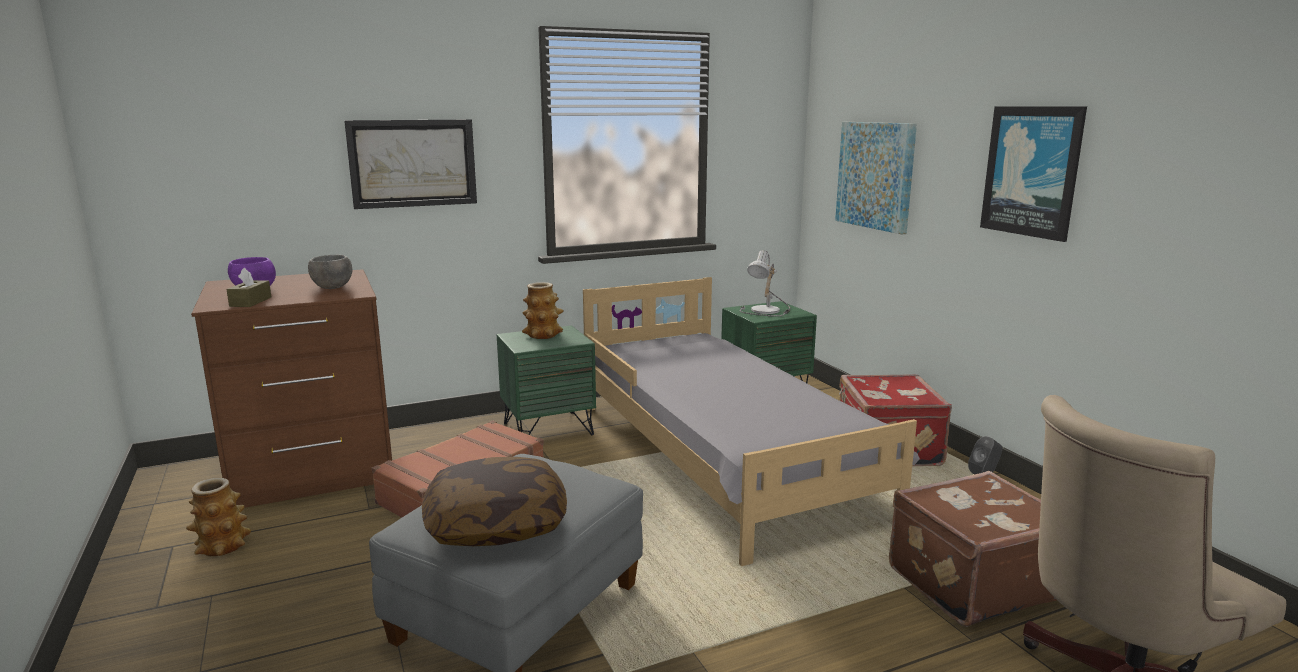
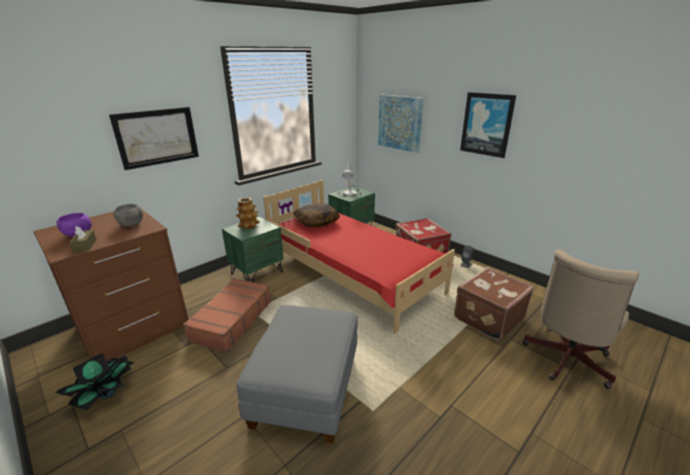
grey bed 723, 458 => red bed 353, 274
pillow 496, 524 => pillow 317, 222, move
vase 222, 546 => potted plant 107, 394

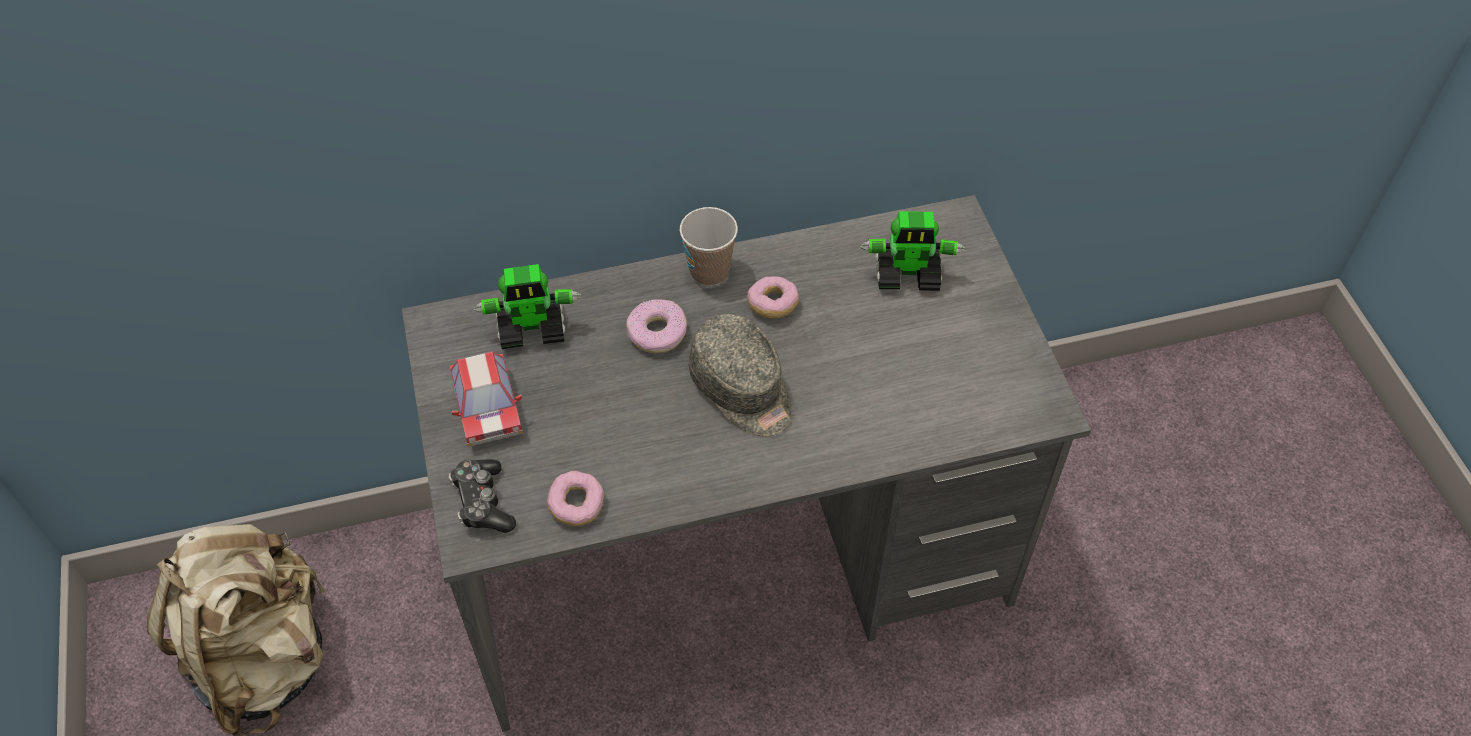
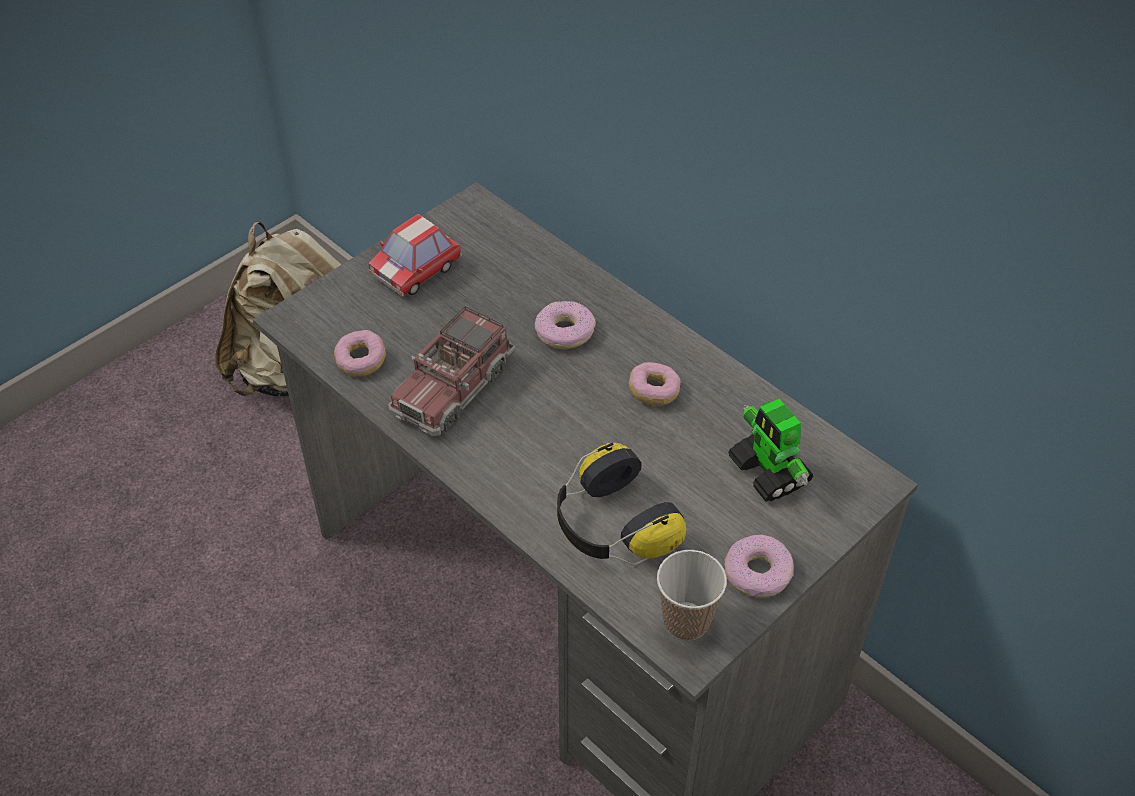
cup 709, 272 => cup 686, 621, move
toy robot 532, 328 => nothing
grey cap 743, 390 => nothing
game controller 483, 502 => nothing
nothing => toy truck 453, 388
nothing => headphones 611, 526
nothing => donut 758, 573

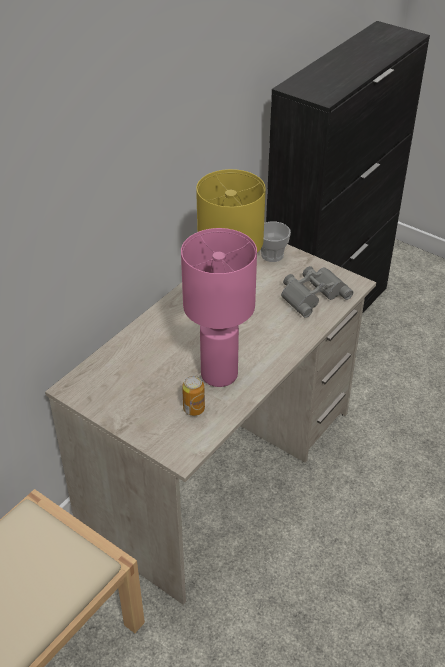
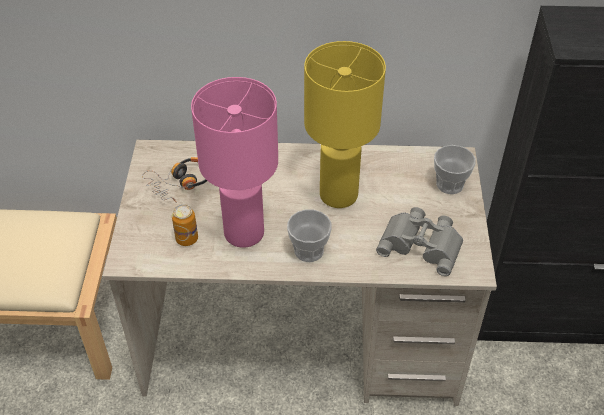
nothing => headphones 180, 183
nothing => cup 309, 250

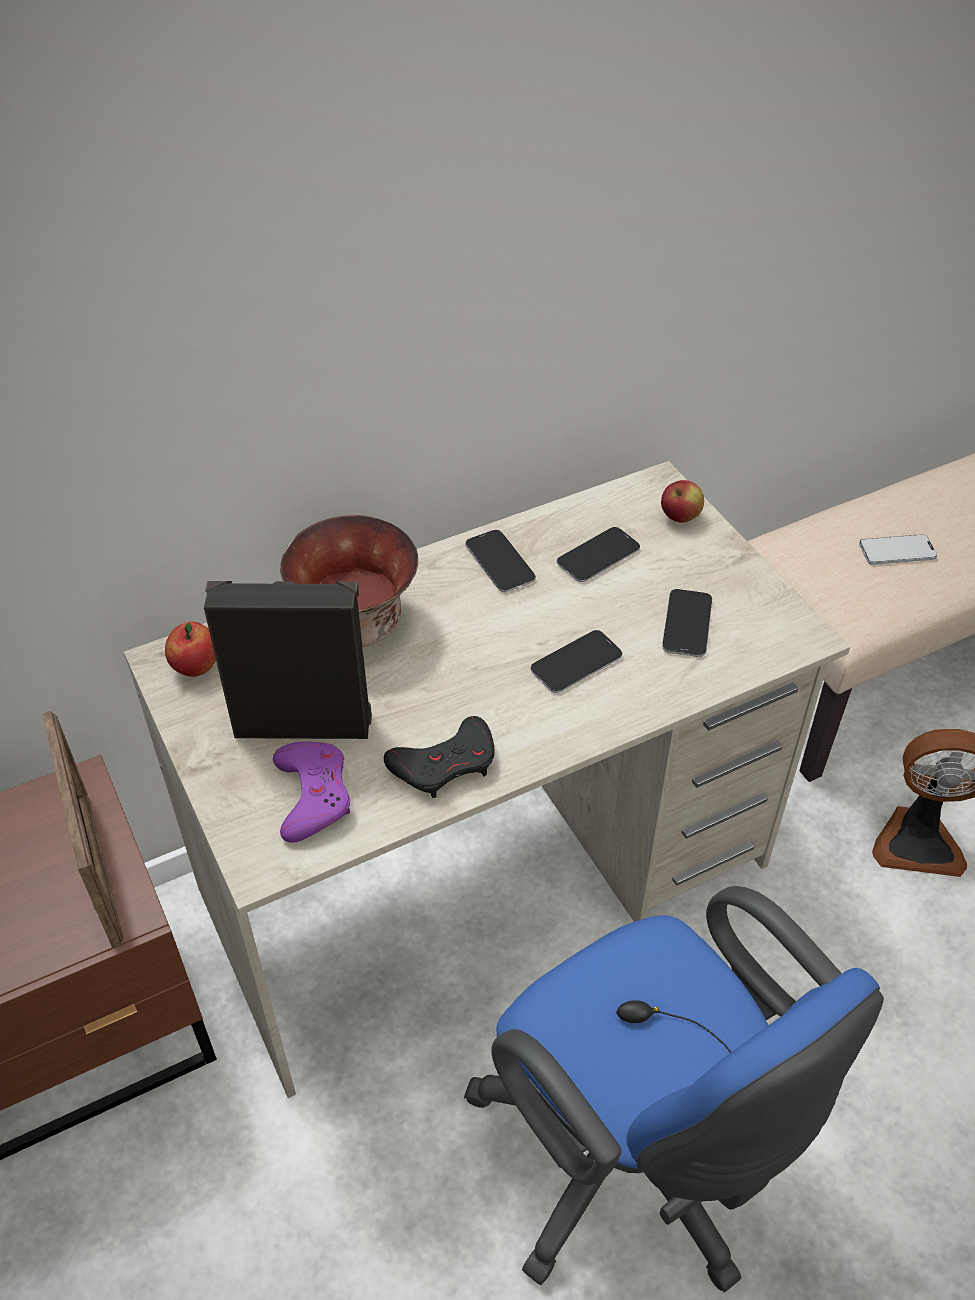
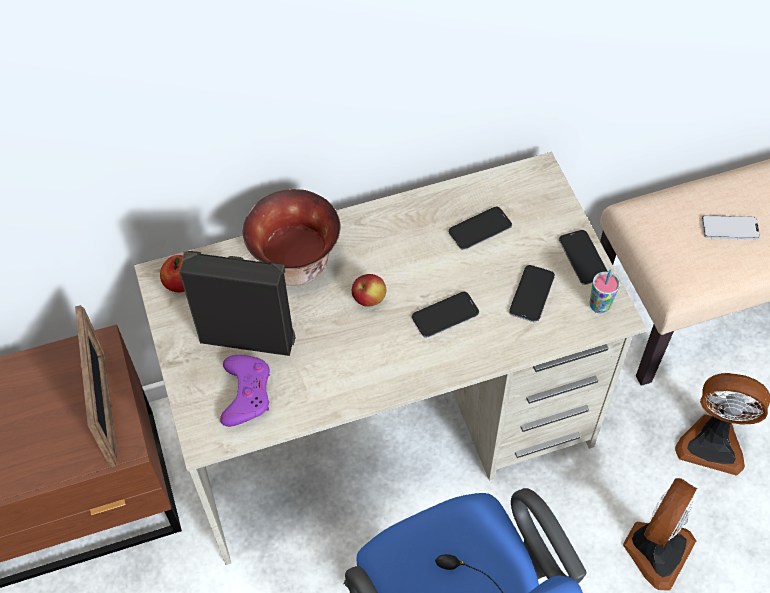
apple 680, 517 => apple 369, 299, move
phone 500, 562 => phone 583, 258, move
black game controller 445, 764 => nothing
nothing => cup 599, 306
nothing => fan 655, 549

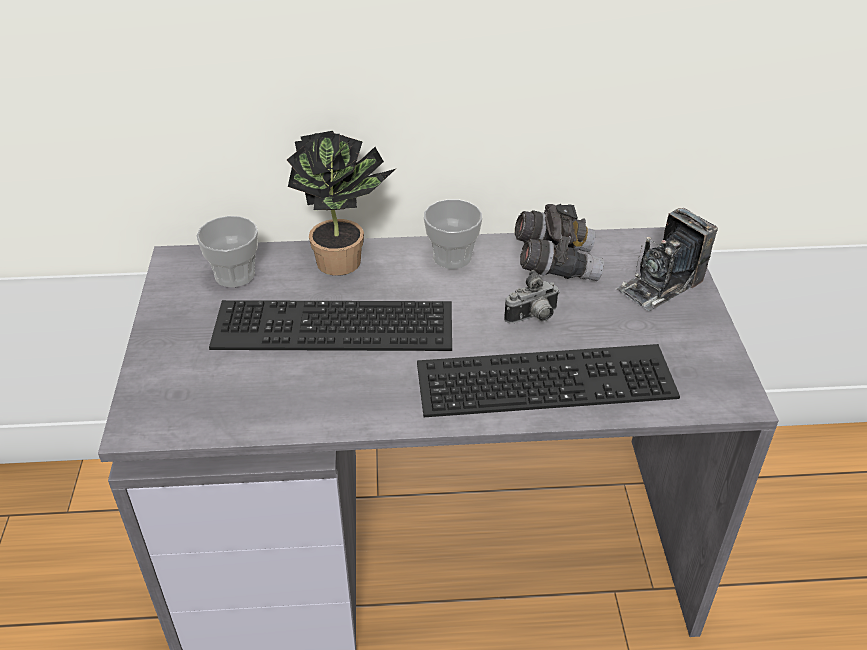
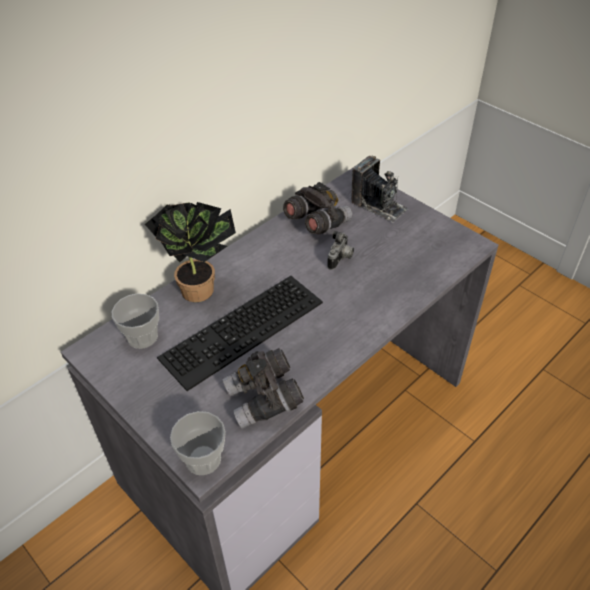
cup 452, 257 => cup 203, 459, move
photo camera 660, 285 => photo camera 379, 205, 60 degrees counterclockwise
keyboard 547, 376 => nothing
nothing => grey binoculars 264, 399

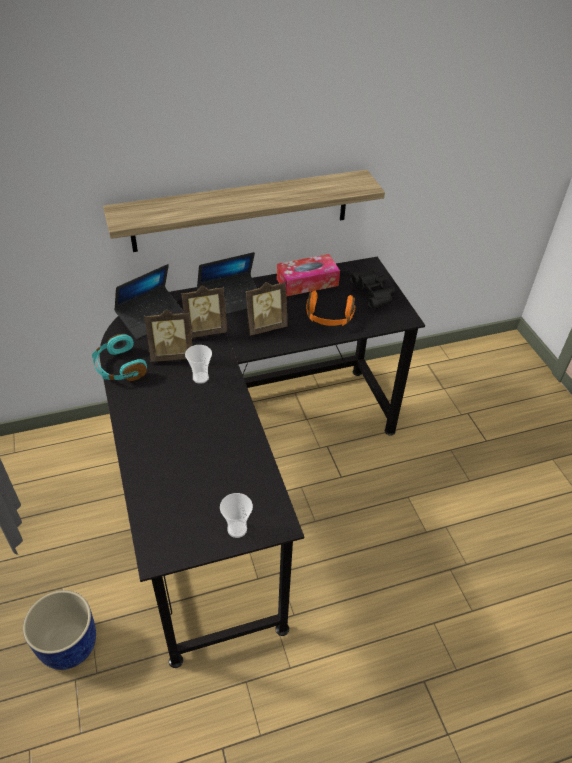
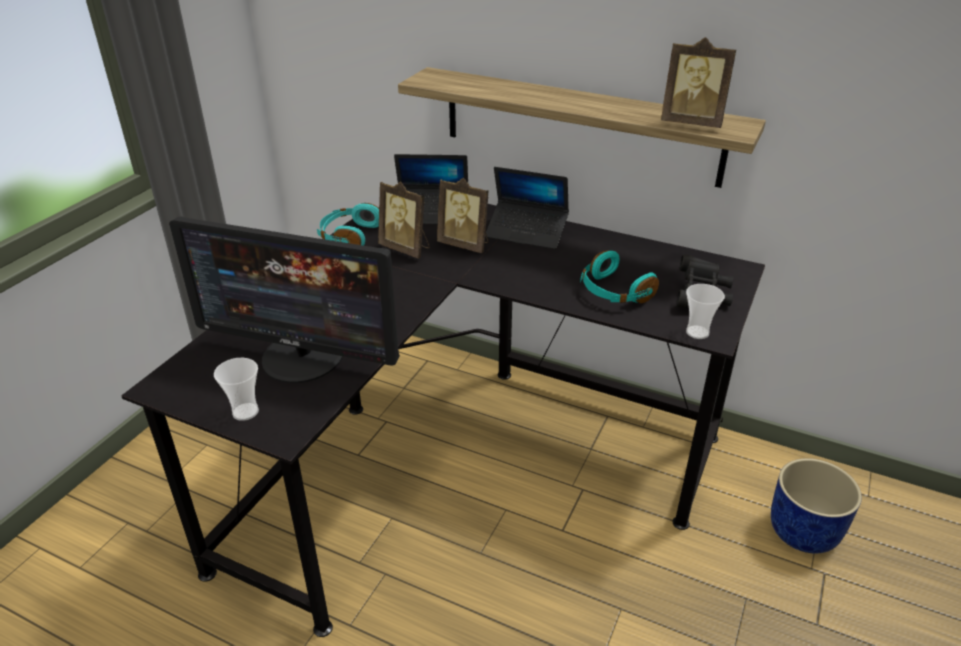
tissue box 307, 282 => nothing
picture frame 265, 326 => picture frame 692, 122, move
orange headphones 329, 317 => turquoise headphones 613, 292
cup 200, 378 => cup 697, 332, move
blue planter 69, 645 => blue planter 804, 532, move
nothing => monitor 302, 357

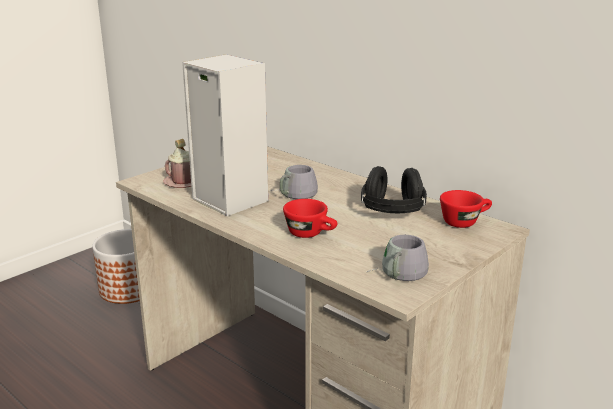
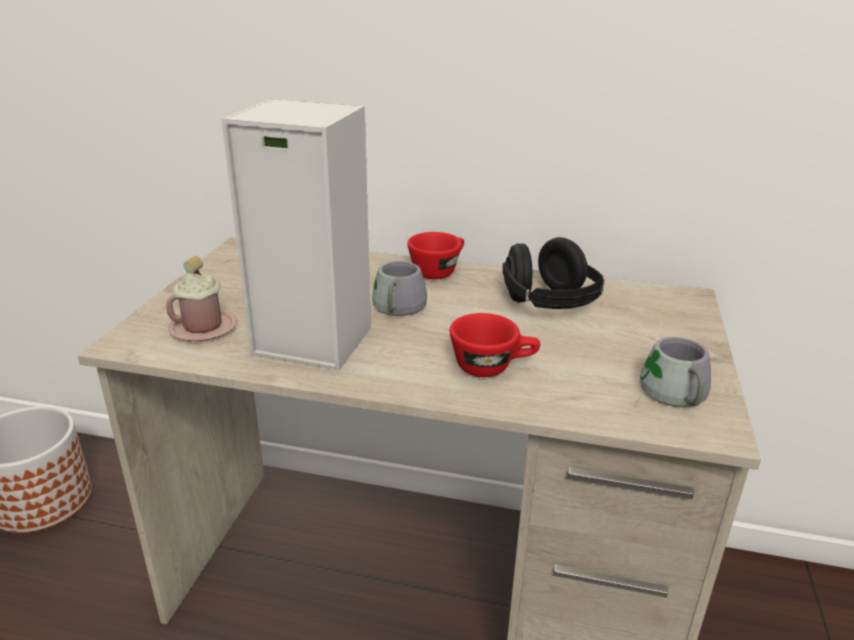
red cup 464, 222 => red cup 438, 270, move

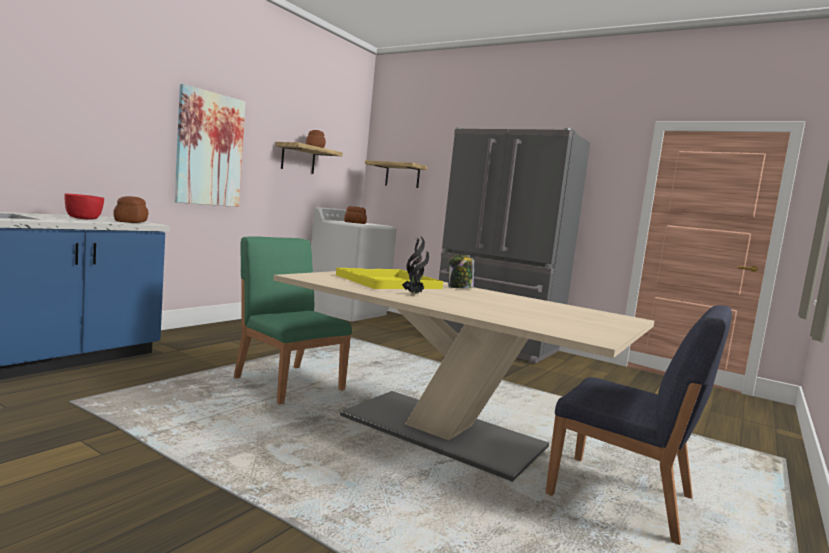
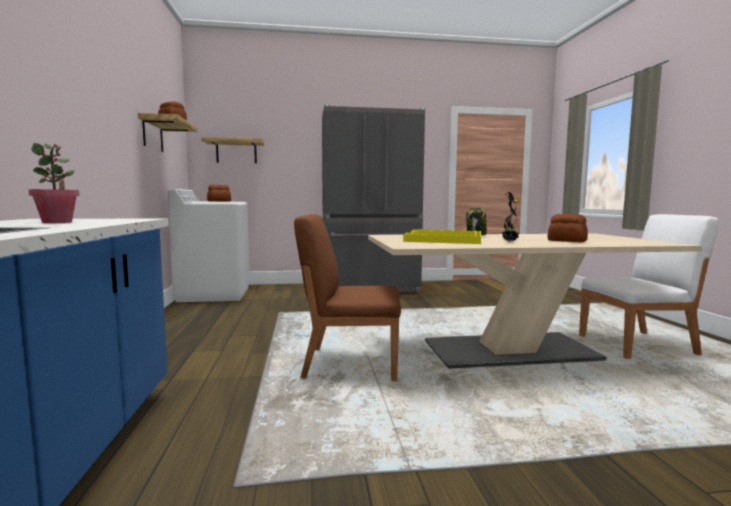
picture 210, 149 => nothing
red bowl 84, 219 => potted plant 57, 222
bread 130, 222 => bread 567, 241, move
green chair 288, 383 => brown chair 350, 363
blue chair 622, 497 => white chair 638, 345

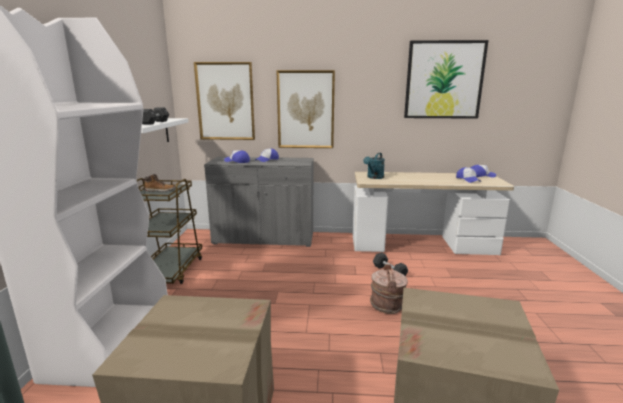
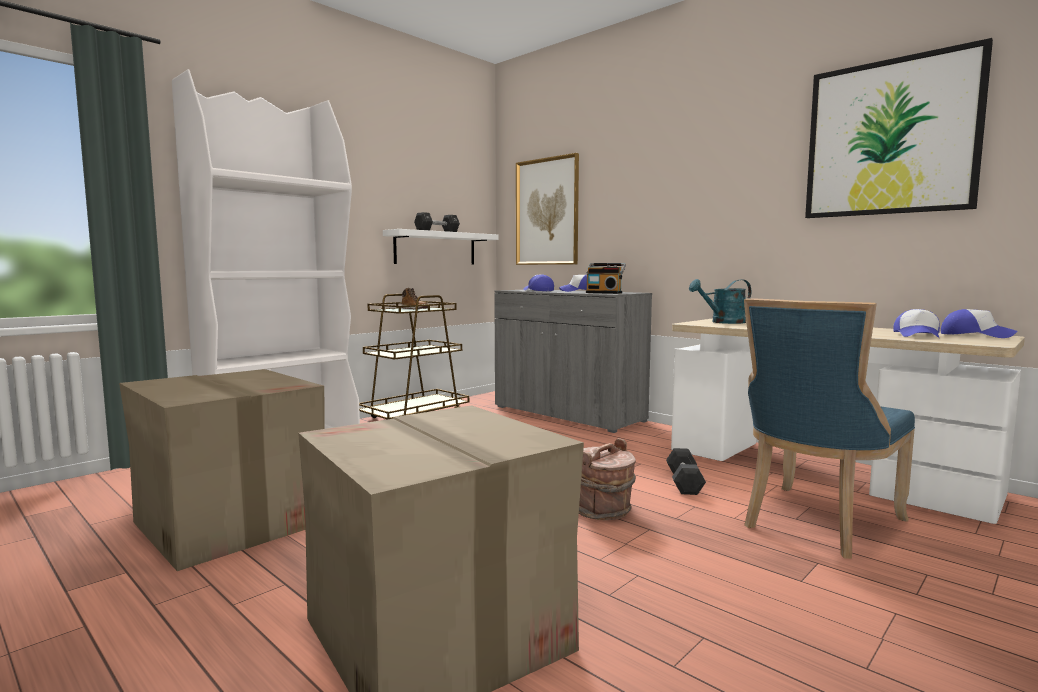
picture 305, 110 => nothing
nothing => radio 604, 293
nothing => blue chair 816, 523

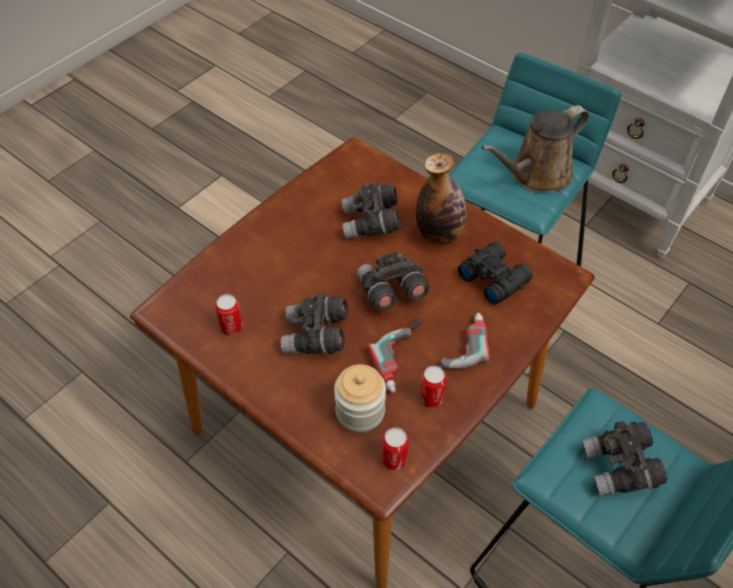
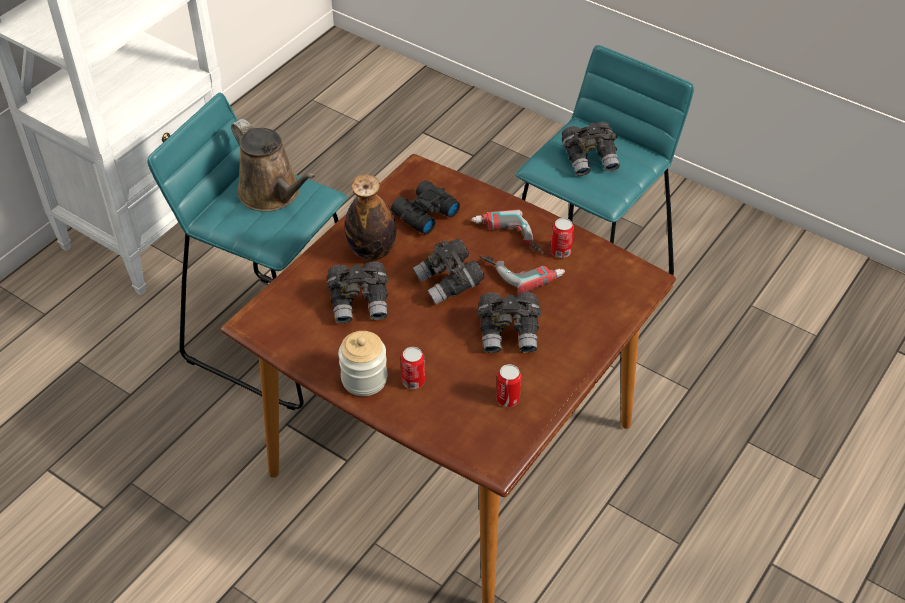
jar 360, 411 => jar 364, 379, move
can 394, 459 => can 413, 381, move

